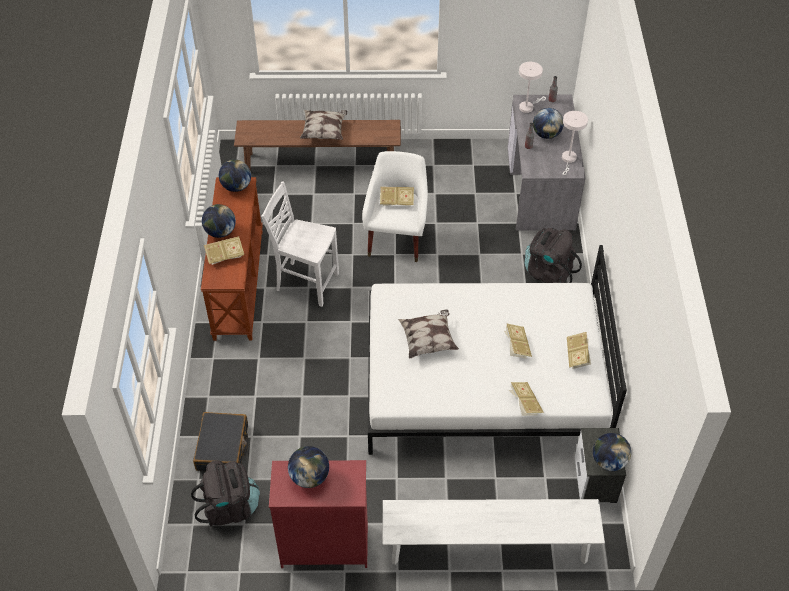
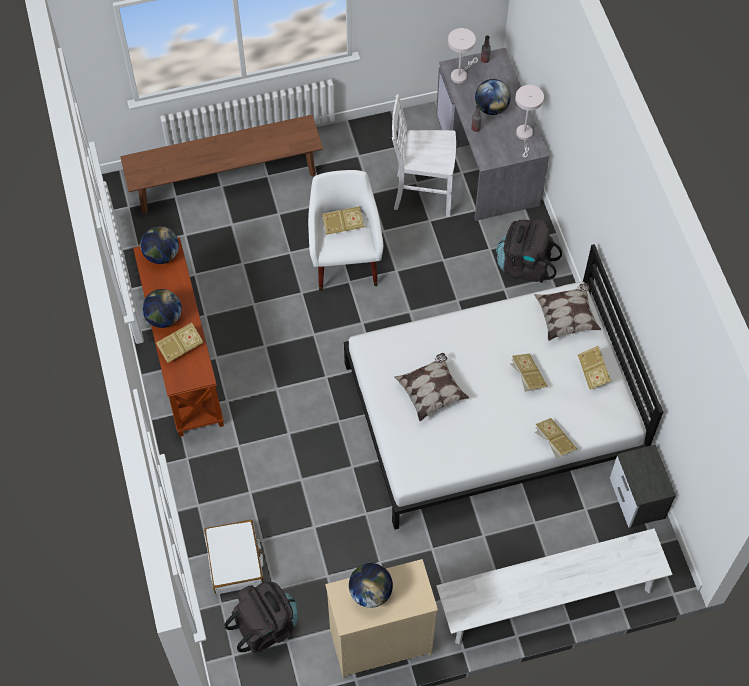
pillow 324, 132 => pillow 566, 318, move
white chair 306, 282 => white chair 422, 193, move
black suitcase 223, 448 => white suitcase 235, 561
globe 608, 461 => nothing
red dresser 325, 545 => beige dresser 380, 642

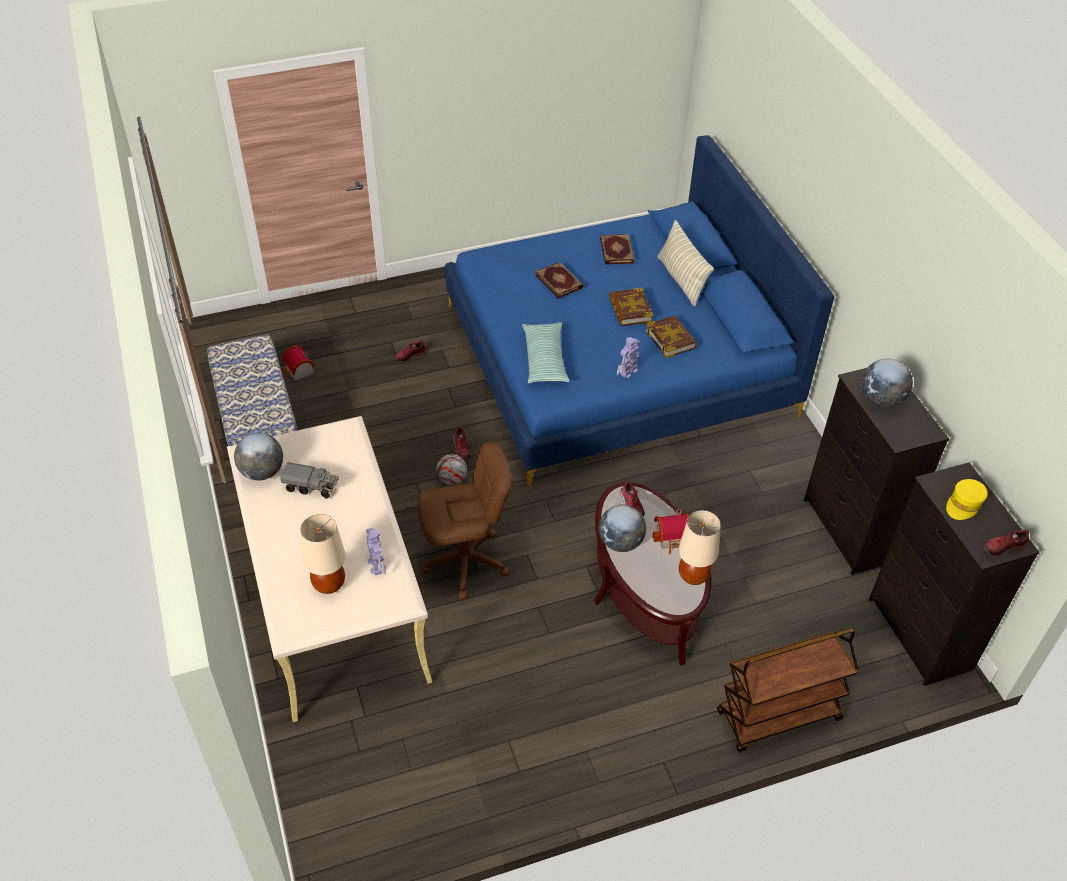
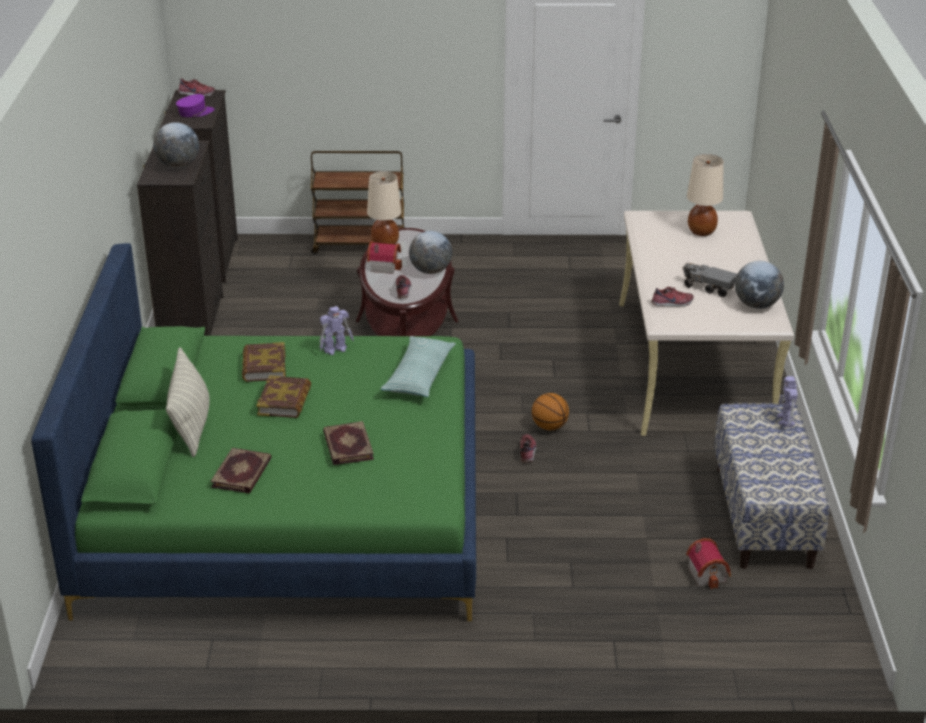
blue bed 617, 359 => green bed 288, 503
shoe 410, 355 => shoe 672, 304, move
brown office chair 465, 562 => nothing
football 452, 479 => basketball 549, 427
yellow cap 964, 504 => purple cap 195, 112
toy robot 376, 564 => toy robot 785, 420, move

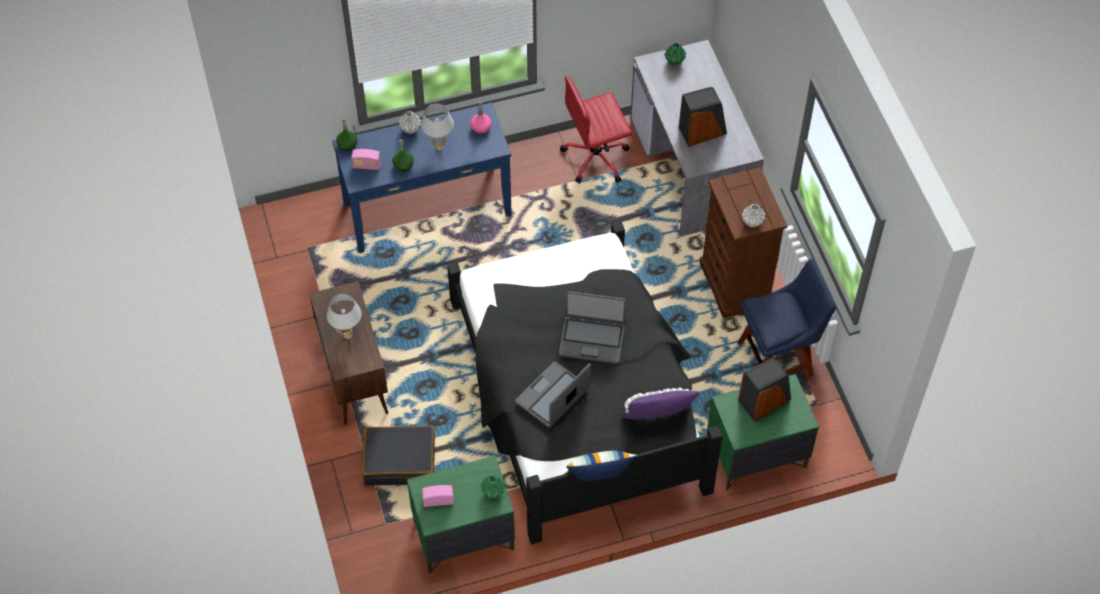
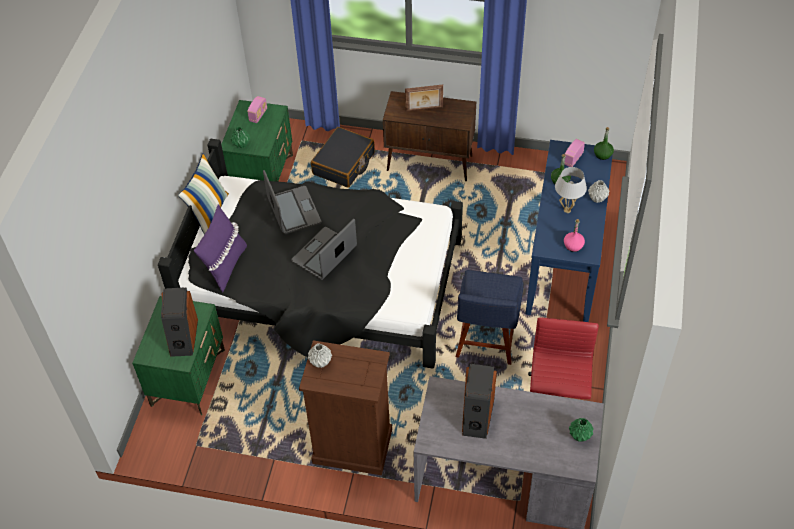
blue chair 779, 357 => blue chair 486, 342, move
white table lamp 347, 335 => picture frame 424, 109

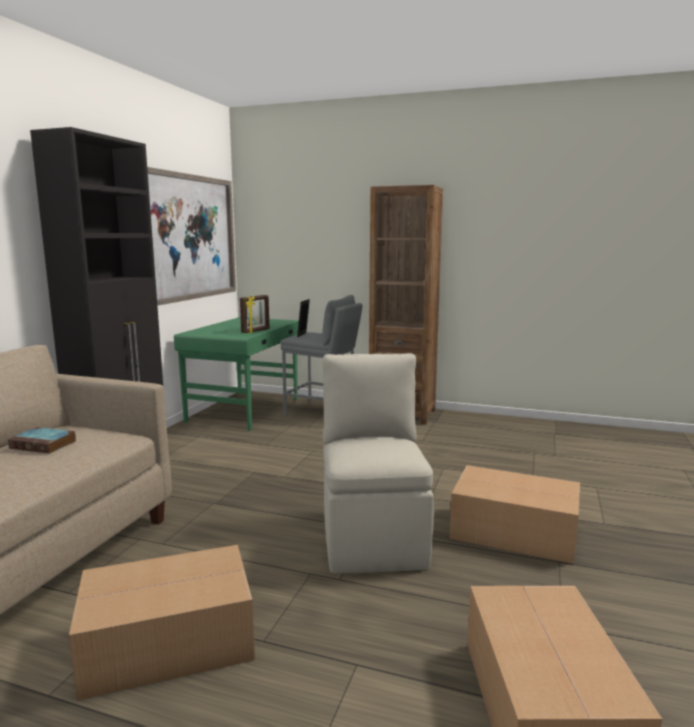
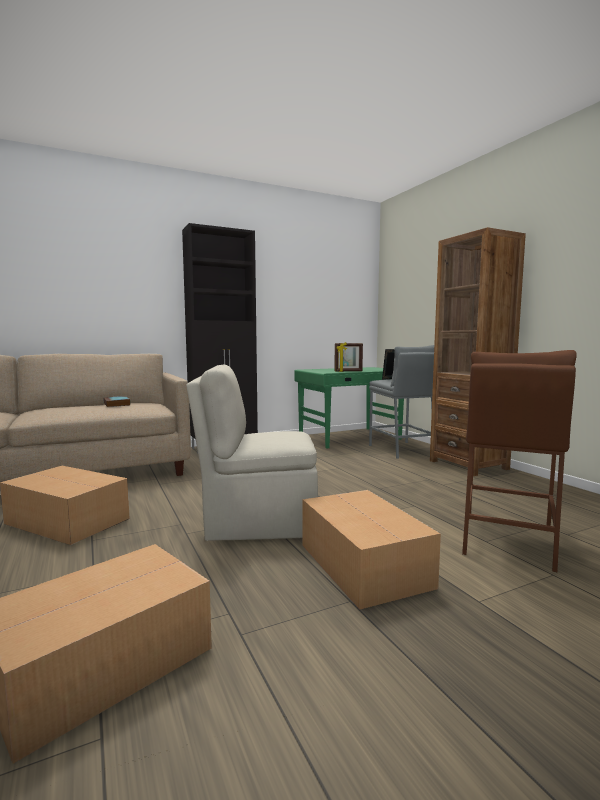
picture 186, 237 => nothing
beige chair 373, 536 => beige chair 257, 522, 135 degrees counterclockwise
nothing => brown stool 506, 540

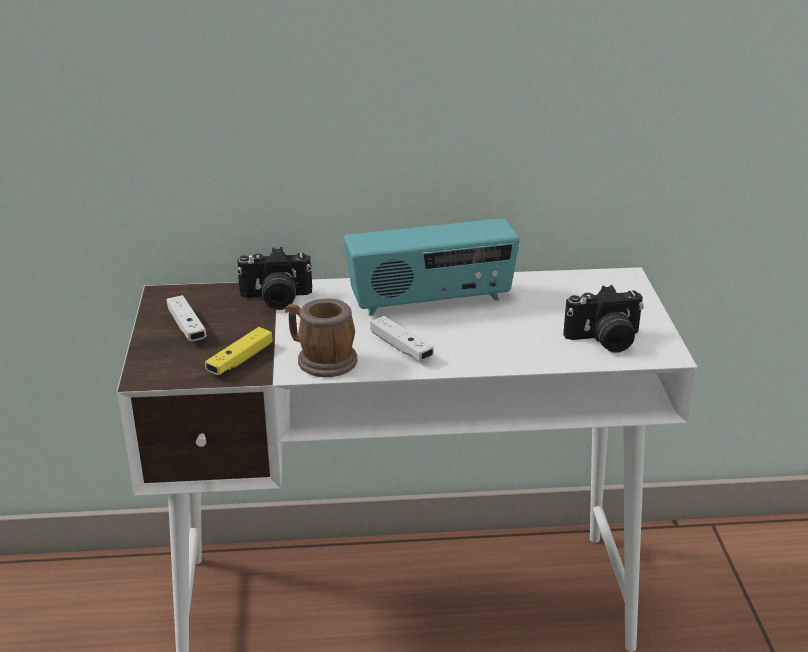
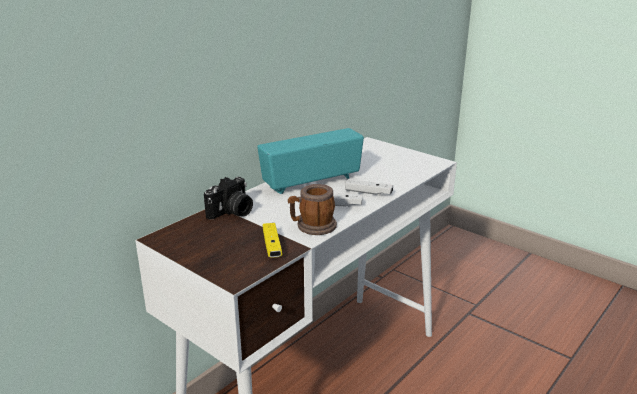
radio 431, 301 => radio 311, 182, 150 degrees counterclockwise
photo camera 604, 340 => nothing
white game controller 187, 327 => white game controller 368, 192, move

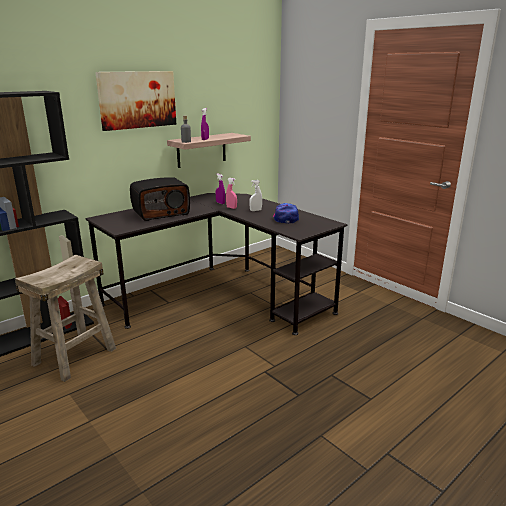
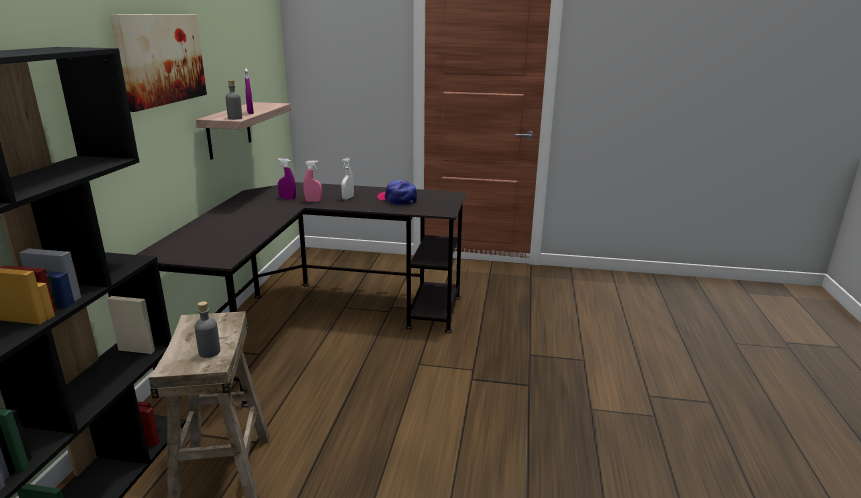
radio 161, 213 => nothing
nothing => grey bottle 209, 352

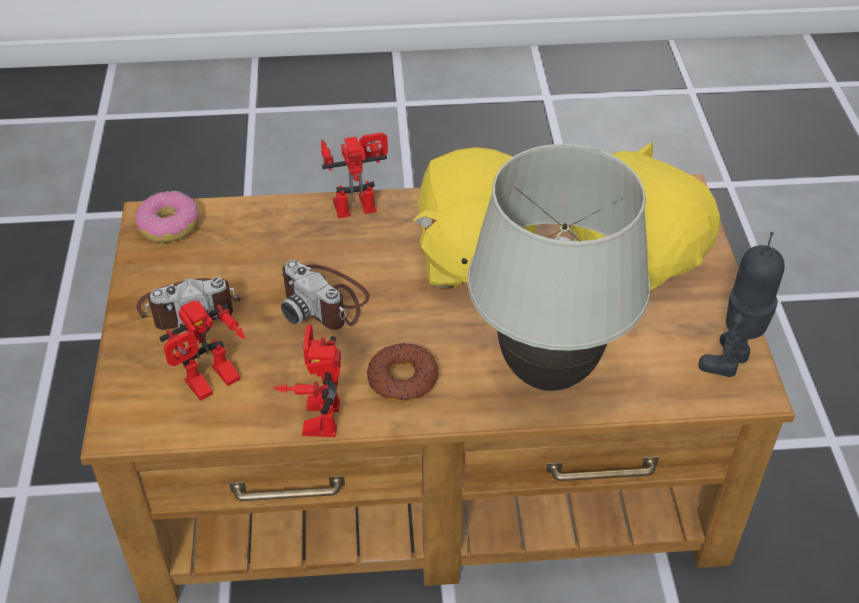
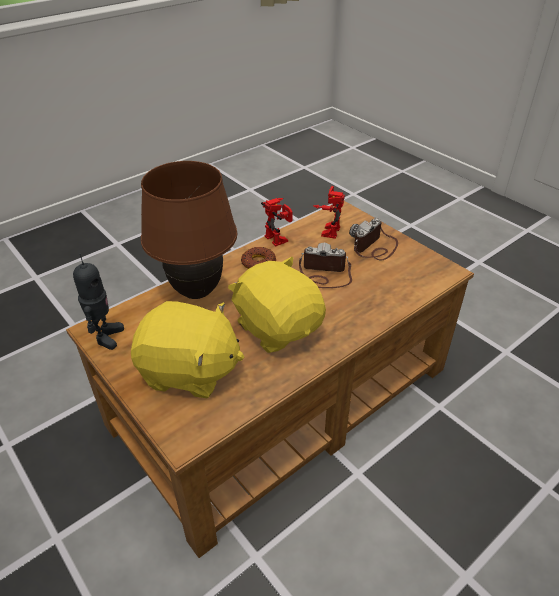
toy robot 356, 202 => nothing
white table lamp 548, 374 => brown table lamp 196, 292
donut 169, 225 => nothing

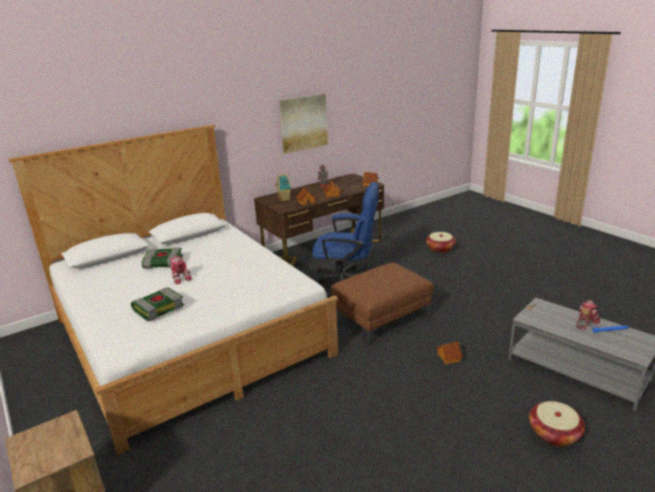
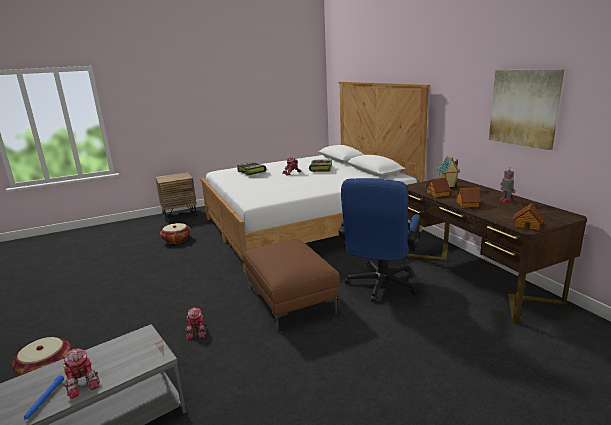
basket 440, 249 => basket 176, 240, move
toy house 448, 357 => toy robot 197, 331

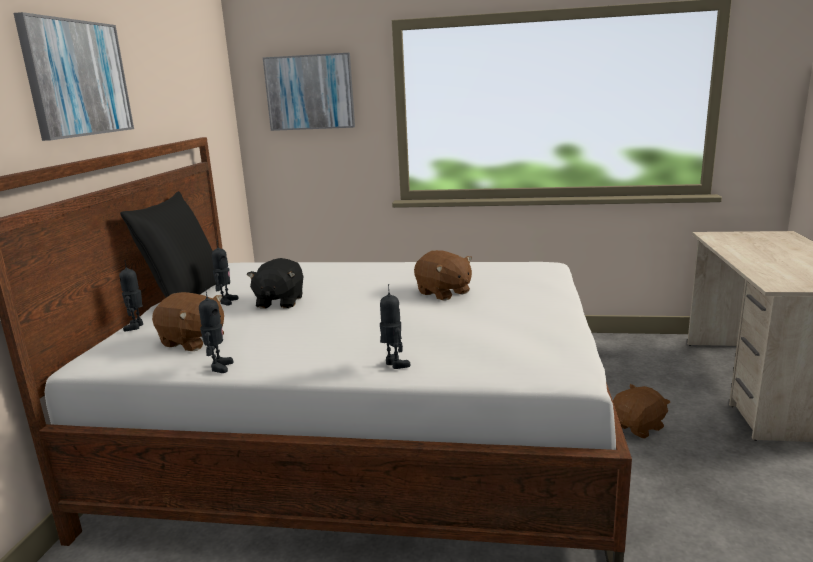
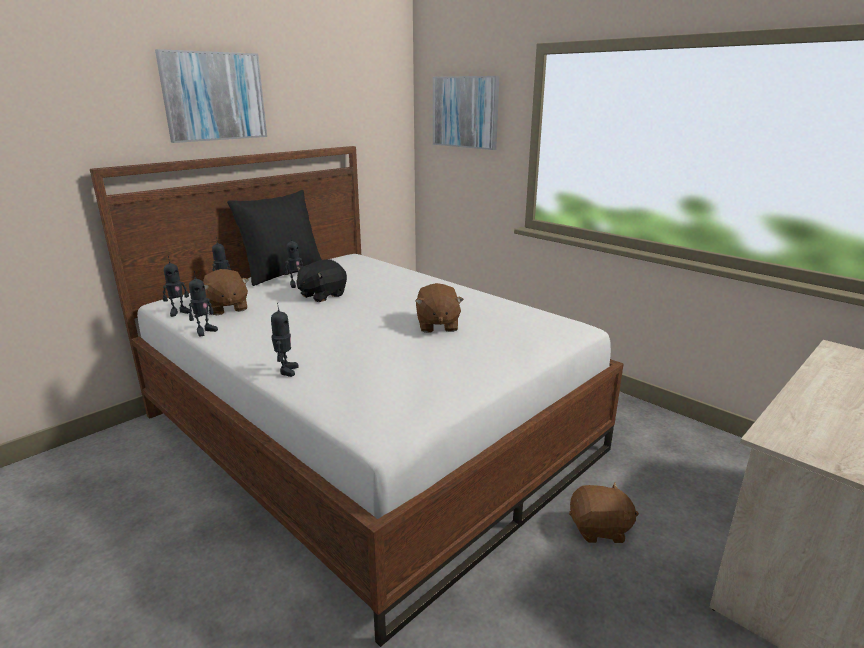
nothing => toy robot 179, 312

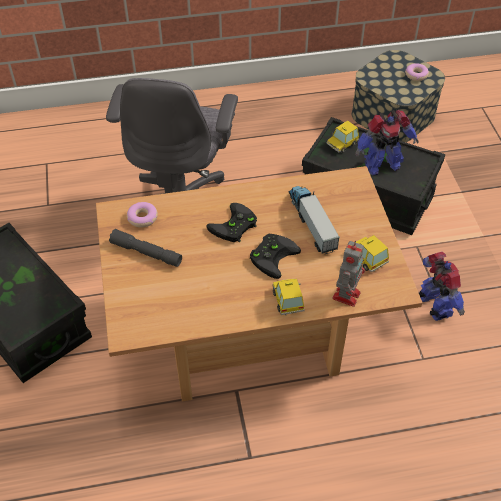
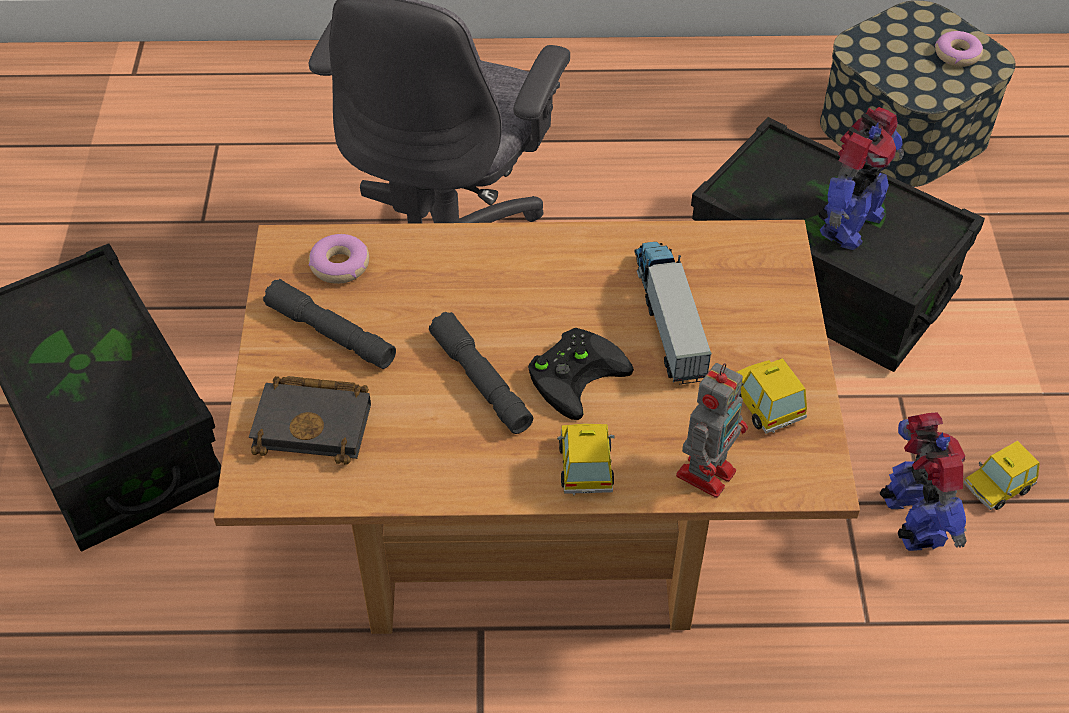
toy robot 381, 165 => toy robot 849, 224, 45 degrees counterclockwise
toy car 342, 144 => toy car 997, 487, move
black game controller 234, 227 => nothing
nothing => grey flashlight 481, 382
nothing => black book 316, 423

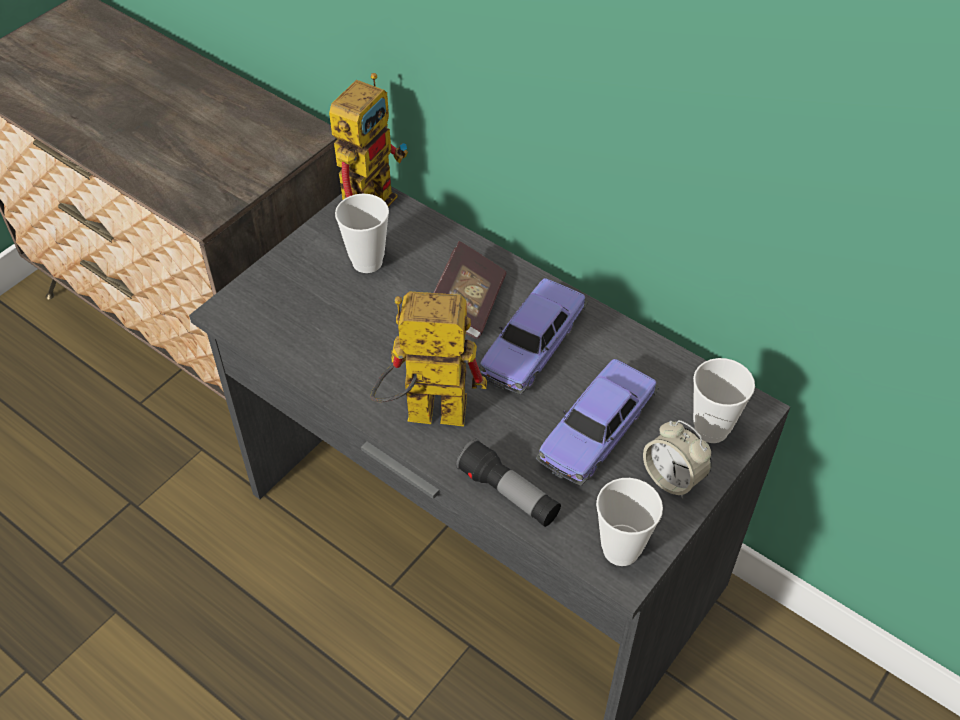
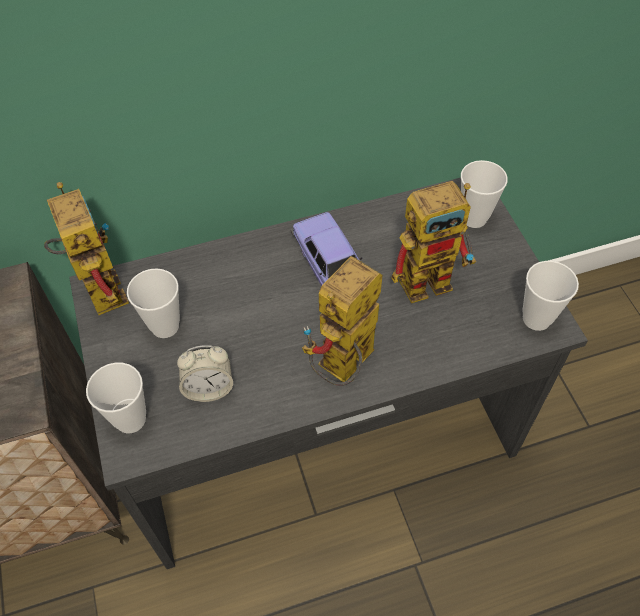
book 468, 304 => nothing
toy car 596, 431 => toy robot 433, 277
alarm clock 672, 478 => alarm clock 209, 388, move
flashlight 508, 493 => nothing
nothing => cup 130, 419

